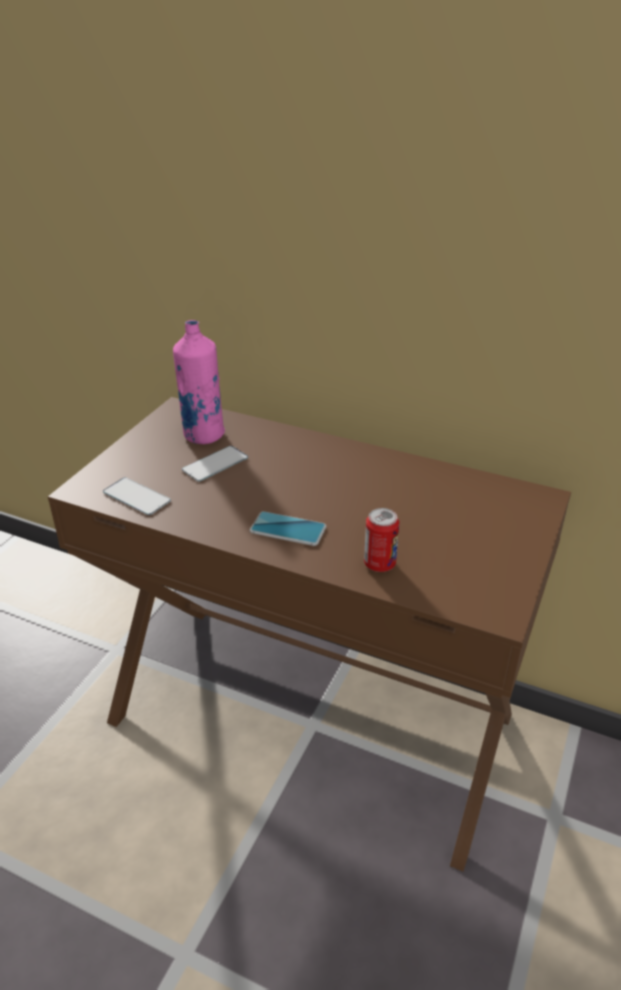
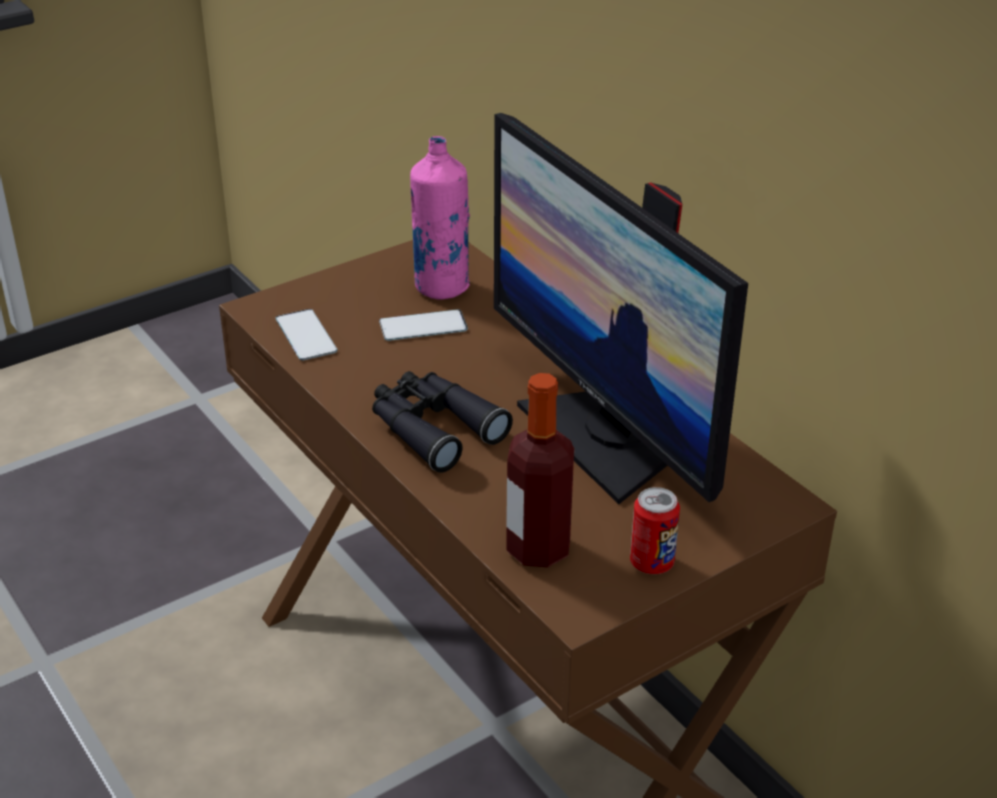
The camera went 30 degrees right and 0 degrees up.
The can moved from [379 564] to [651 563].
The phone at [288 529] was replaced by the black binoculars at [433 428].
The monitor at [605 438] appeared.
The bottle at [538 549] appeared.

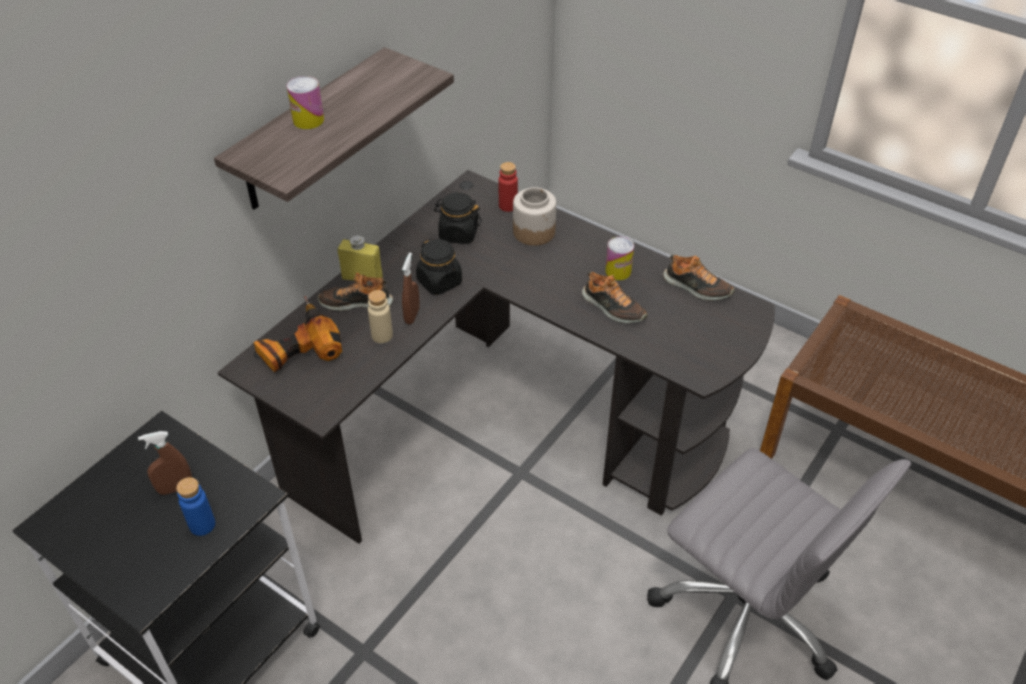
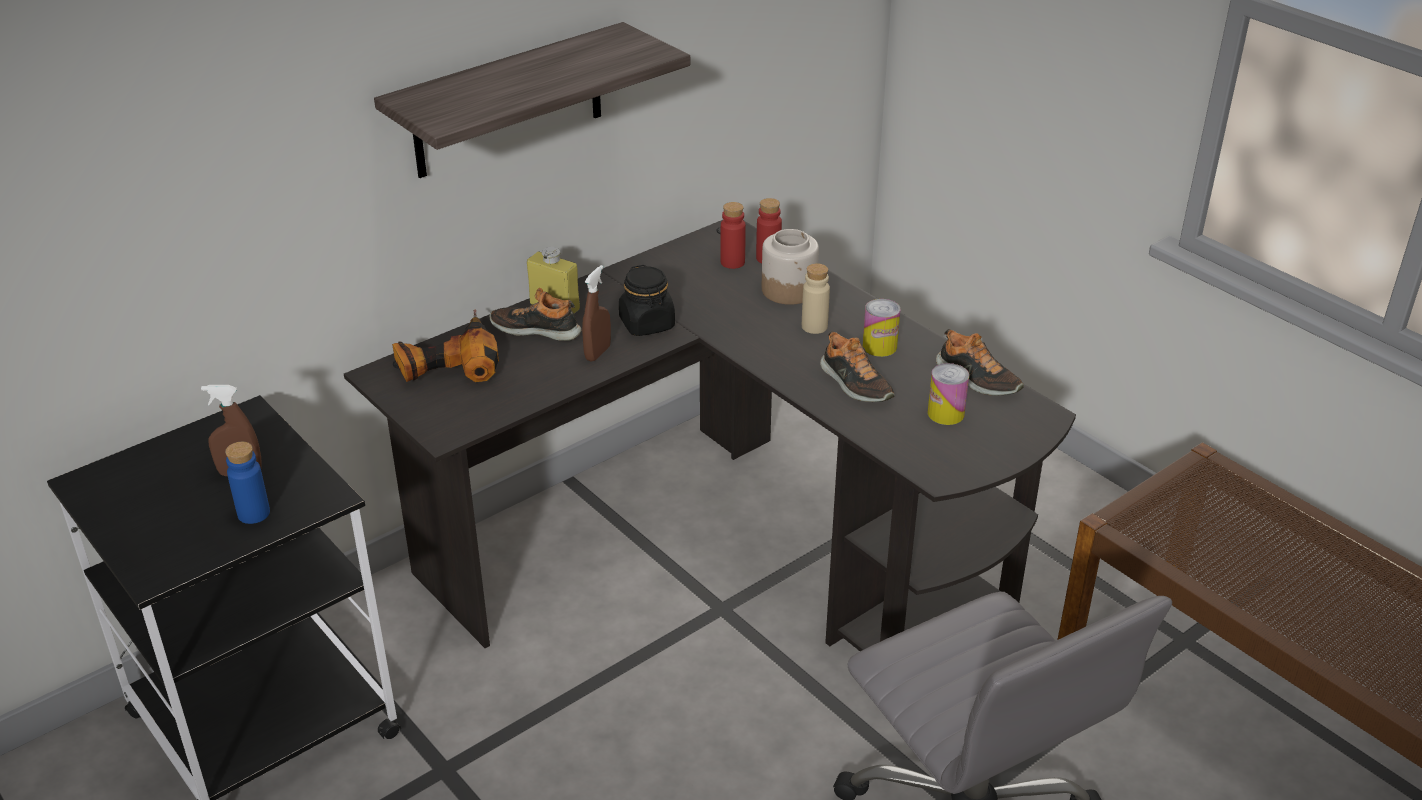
The camera went 15 degrees right and 10 degrees down.
The can moved from [308 120] to [945 414].
The black jar at [458 234] disappeared.
The beige bottle moved from [382 335] to [814 326].
The red bottle at [732 262] appeared.

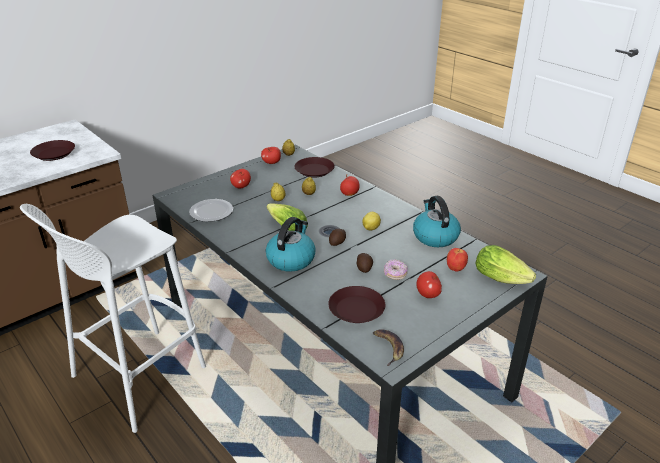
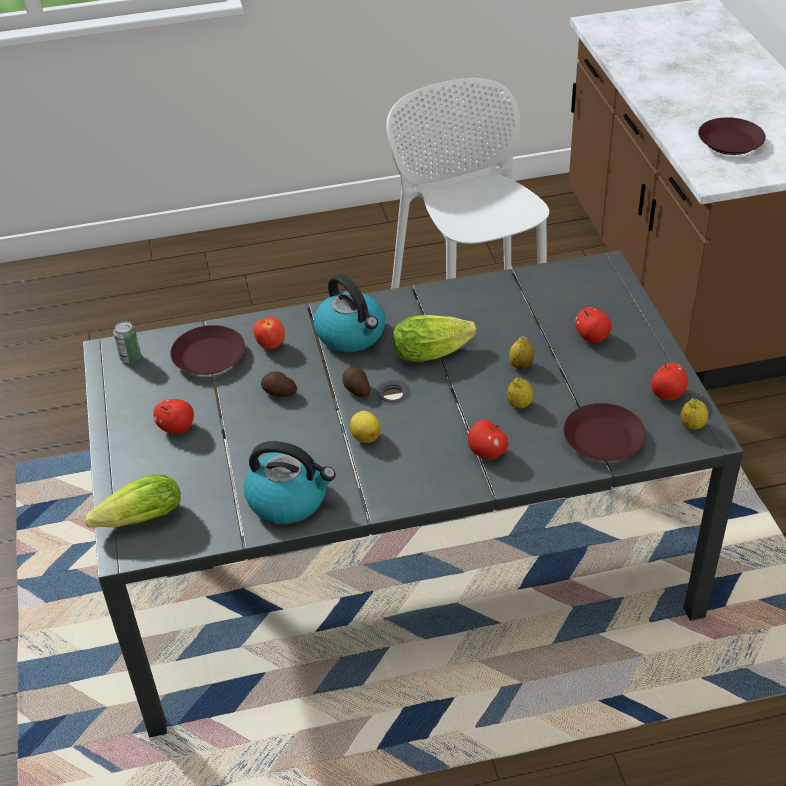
The camera went 120 degrees right and 10 degrees up.
The plate at [212 212] disappeared.
The apple moved from [455 269] to [271 345].
The donut at [395 274] disappeared.
The banana at [388 347] was replaced by the can at [130 357].

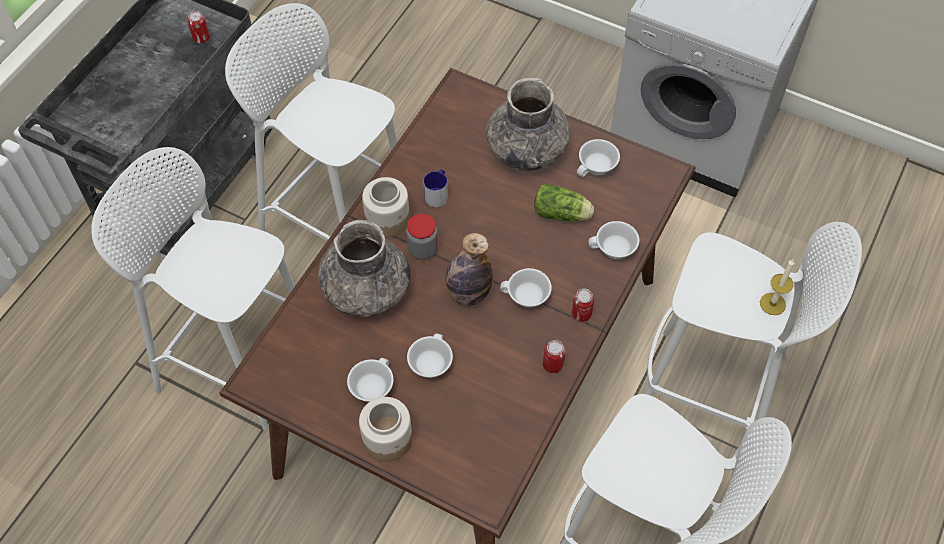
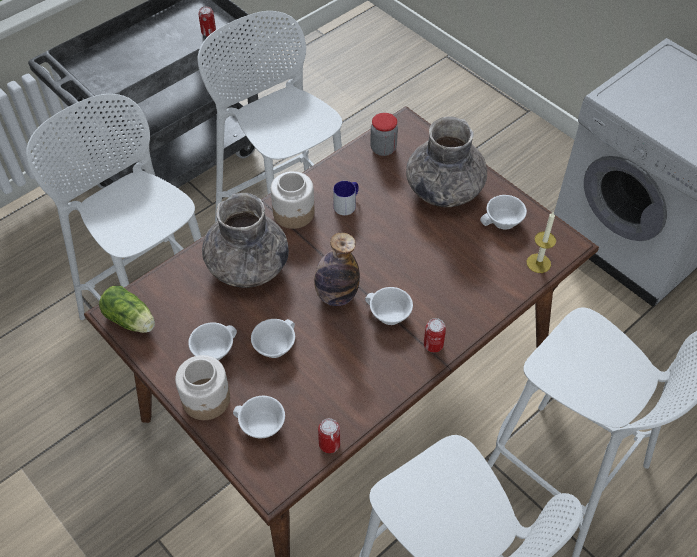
The camera went 20 degrees right and 5 degrees down.
The lettuce moved from [563 214] to [132 321].
The jar moved from [423 249] to [383 148].
The white cup moved from [614 250] to [260 426].
The candle moved from [772 304] to [538 263].
The can moved from [552 365] to [329 444].

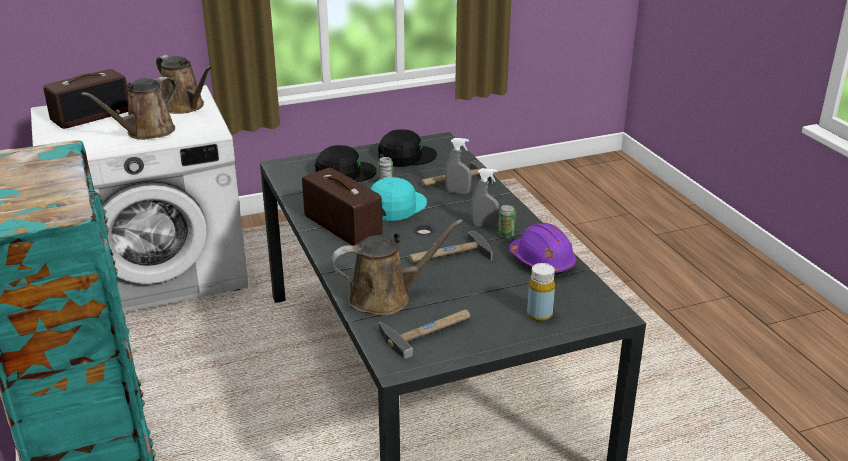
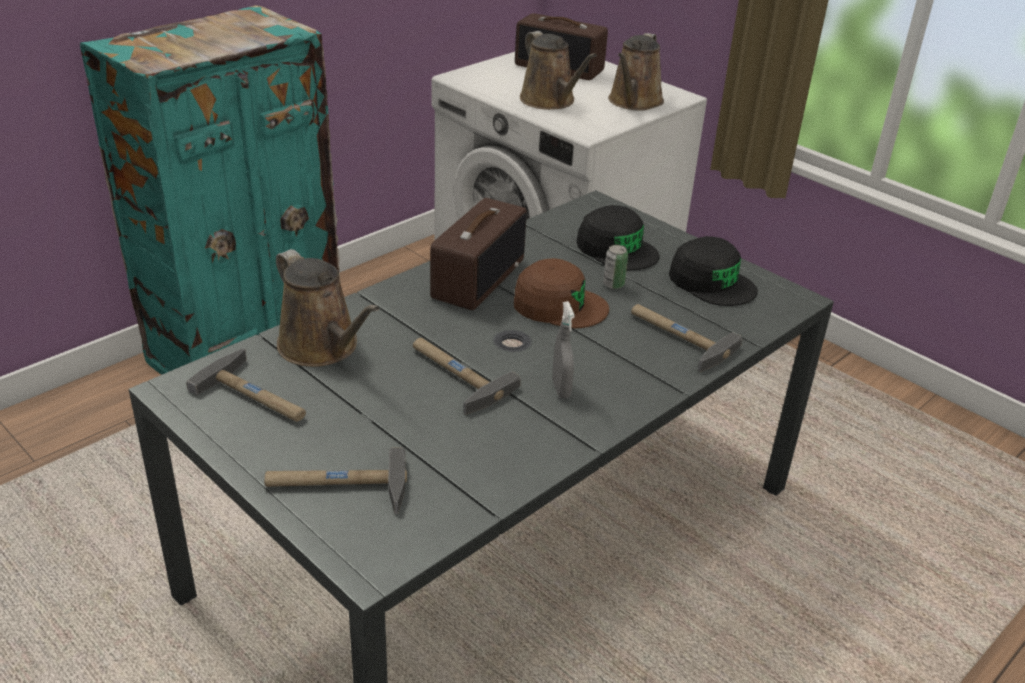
The camera went 65 degrees right and 5 degrees up.
The brown watering can at [146 132] turned 135 degrees counterclockwise.
The grey spray bottle at [458 192] disappeared.
The turquoise cap at [396 206] became the brown cap at [559 305].
The can at [506 235] disappeared.
The purple hard hat at [542 261] disappeared.
The yellow bottle at [539 315] was replaced by the hammer at [336 486].

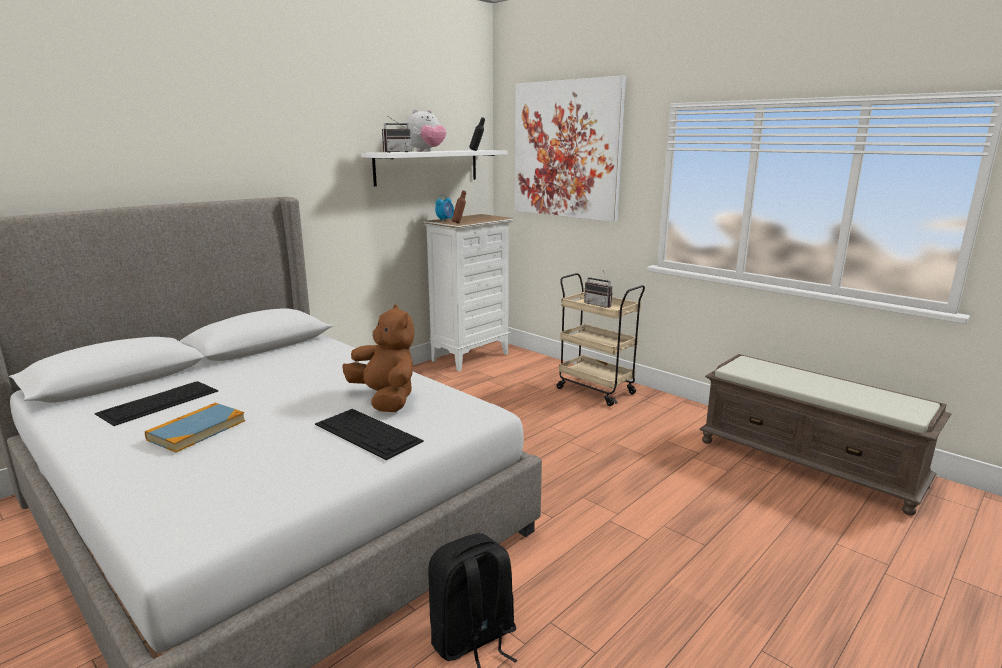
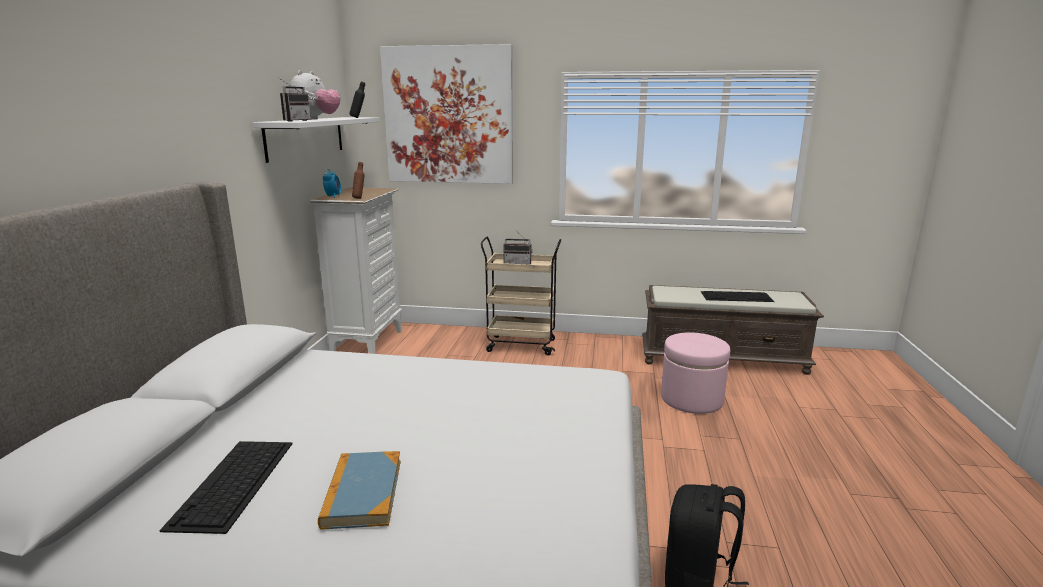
The camera went 35 degrees left and 0 degrees up.
The brown plush toy at [385 399] disappeared.
The keyboard moved from [369 433] to [737 296].
The pink ottoman at [691 399] appeared.

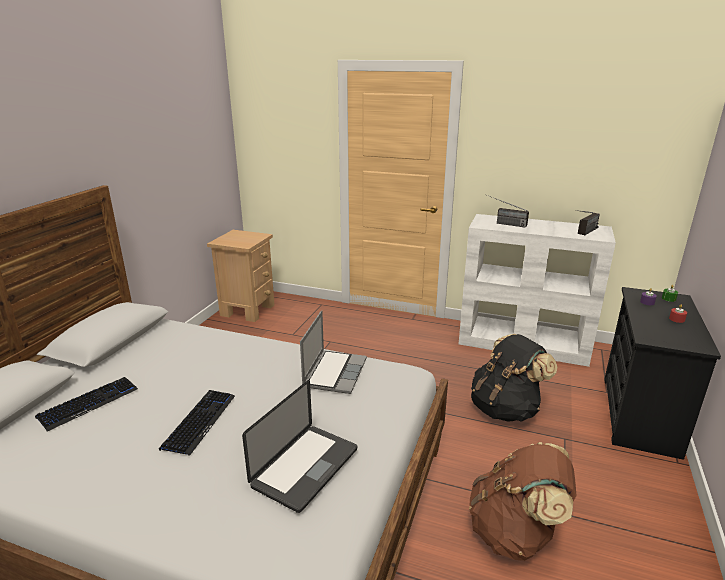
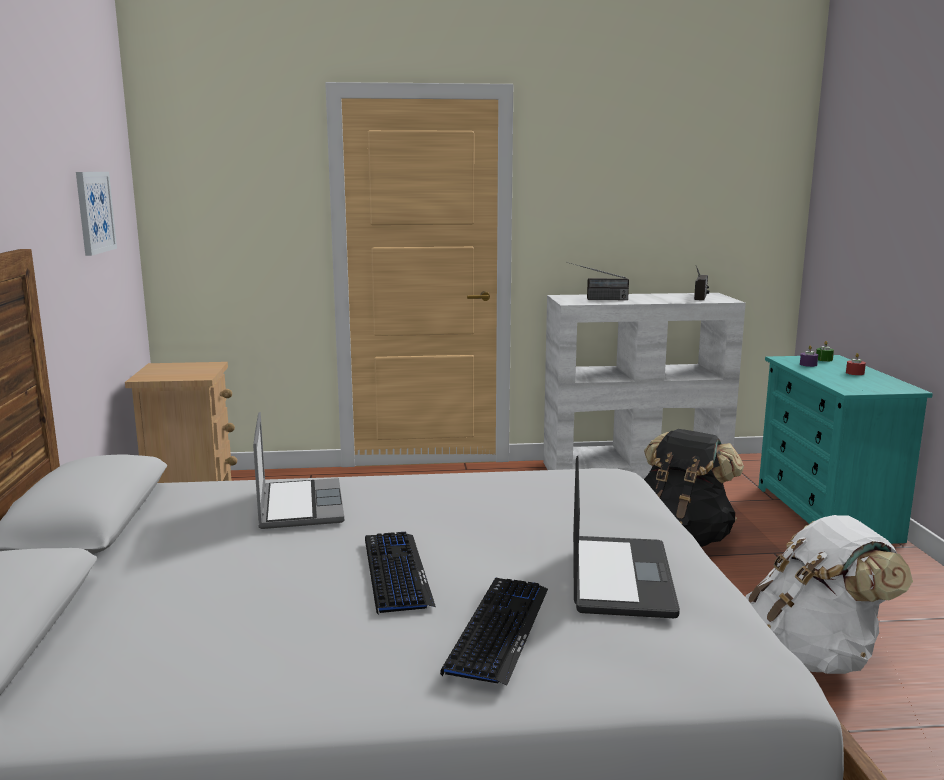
The camera went 25 degrees left and 10 degrees down.
The black dresser at [639 415] became the turquoise dresser at [826 513].
The laptop moved from [334 372] to [299 505].
The keyboard moved from [89 403] to [498 630].
The brown backpack at [515 533] became the white backpack at [813 656].
The picture at [94 212] appeared.

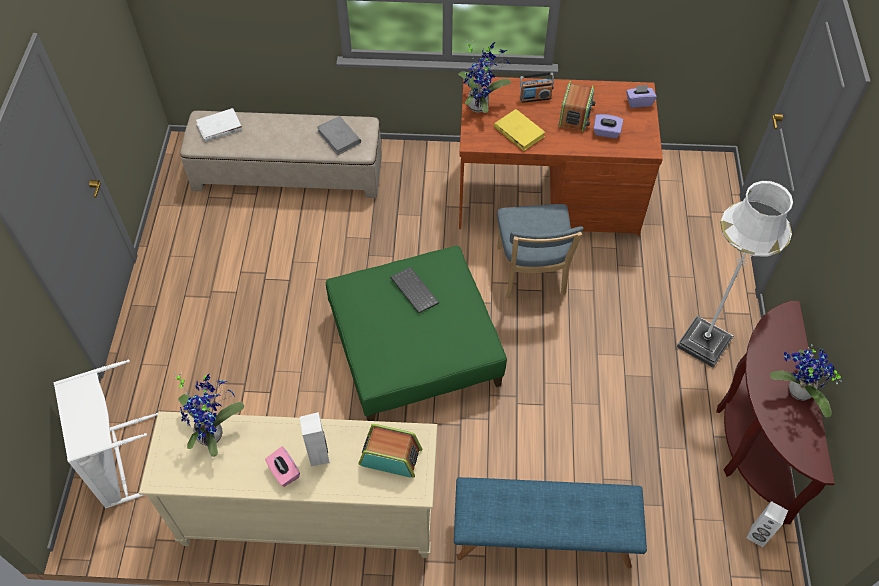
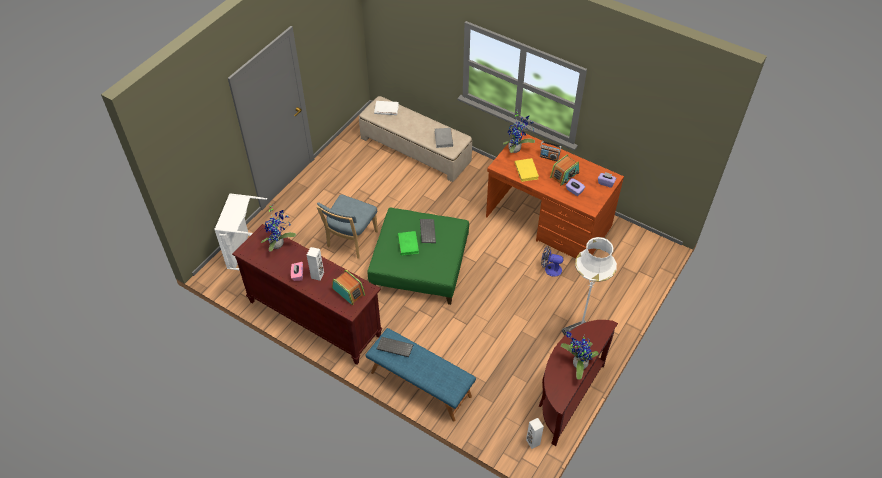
The camera went 30 degrees right and 5 degrees down.
The blue chair moved from [531 274] to [350 241].
The beige dresser at [309 516] became the red dresser at [314 318].
The green book at [408 244] appeared.
The fan at [550 269] appeared.
The keyboard at [394 348] appeared.

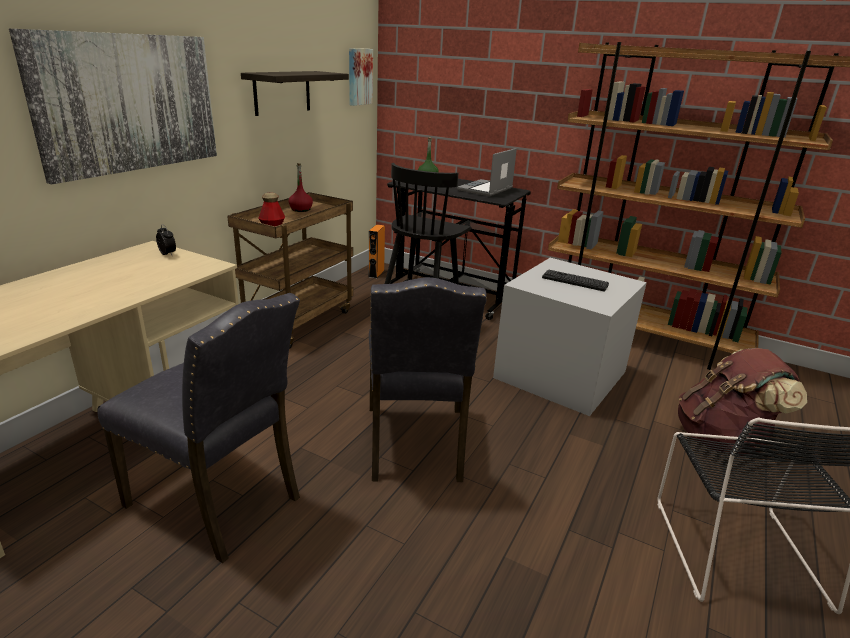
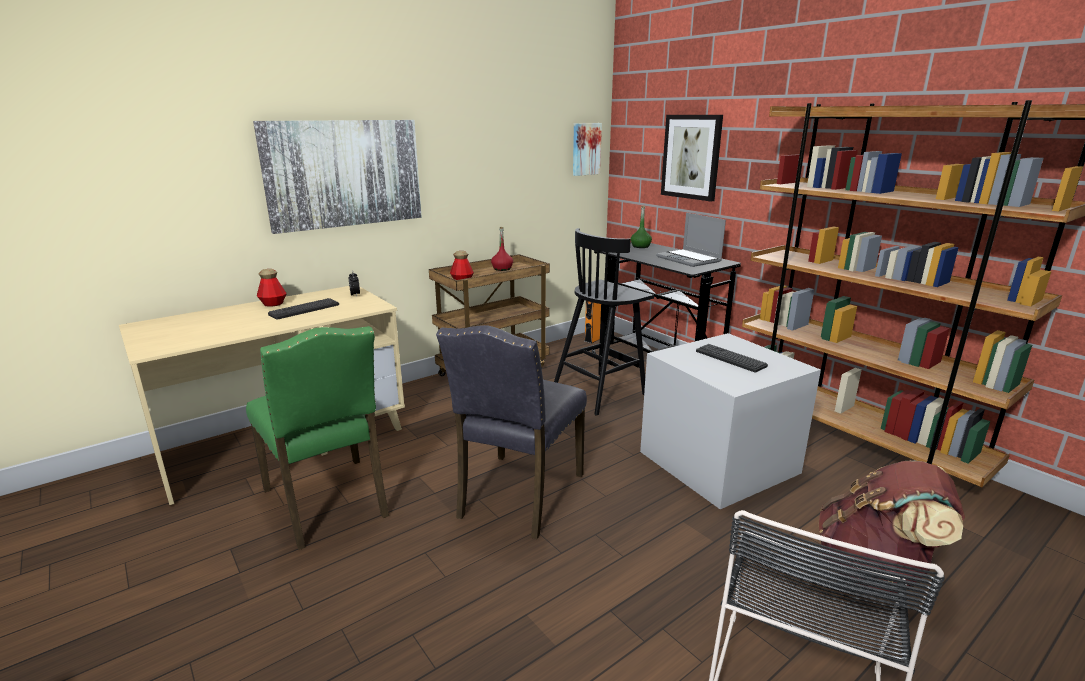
The camera went 25 degrees right and 5 degrees down.
The shelf at [282 92] disappeared.
The laptop at [485 189] turned 90 degrees counterclockwise.
The grey chair at [219 501] became the green chair at [329 503].
The picture at [691 157] appeared.
The bottle at [273 304] appeared.
The keyboard at [304 309] appeared.

